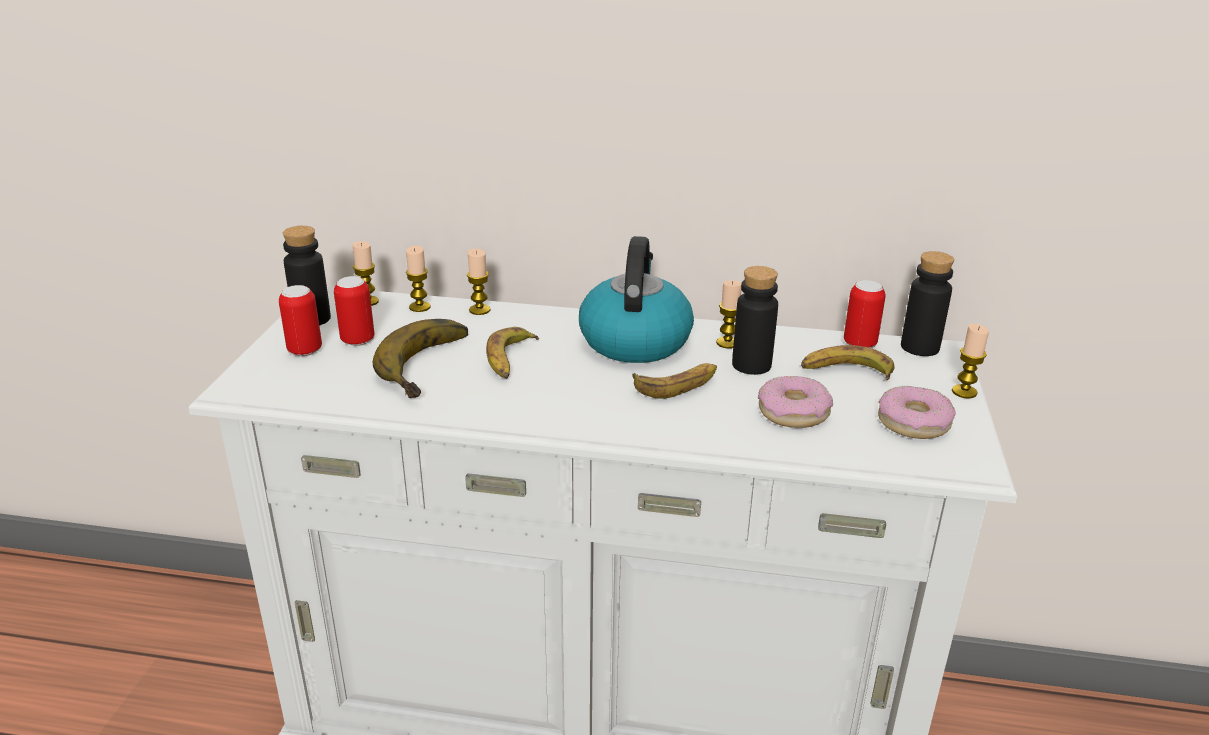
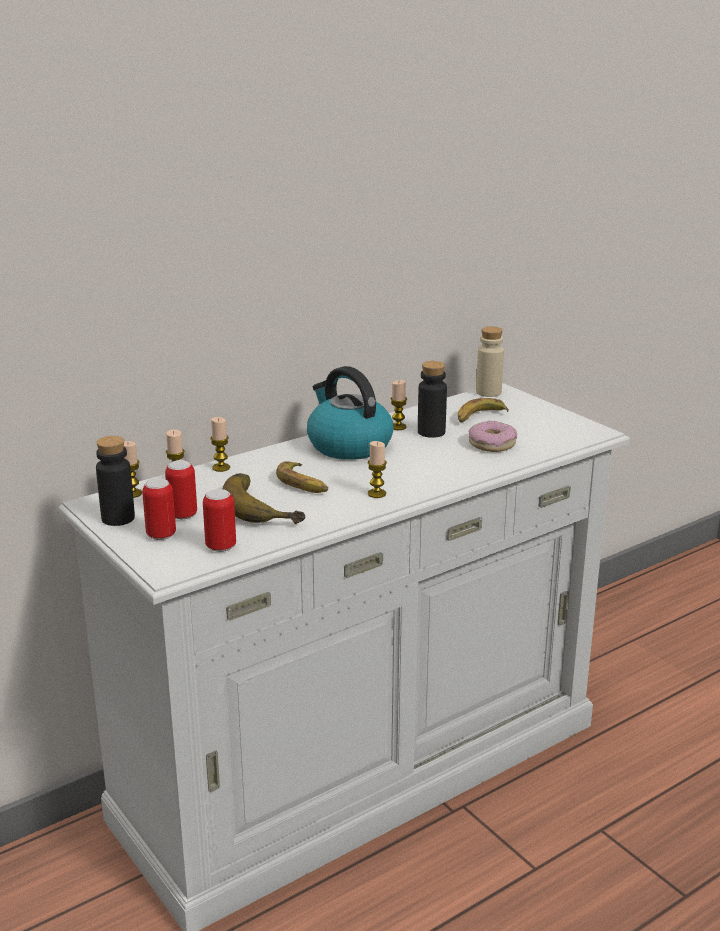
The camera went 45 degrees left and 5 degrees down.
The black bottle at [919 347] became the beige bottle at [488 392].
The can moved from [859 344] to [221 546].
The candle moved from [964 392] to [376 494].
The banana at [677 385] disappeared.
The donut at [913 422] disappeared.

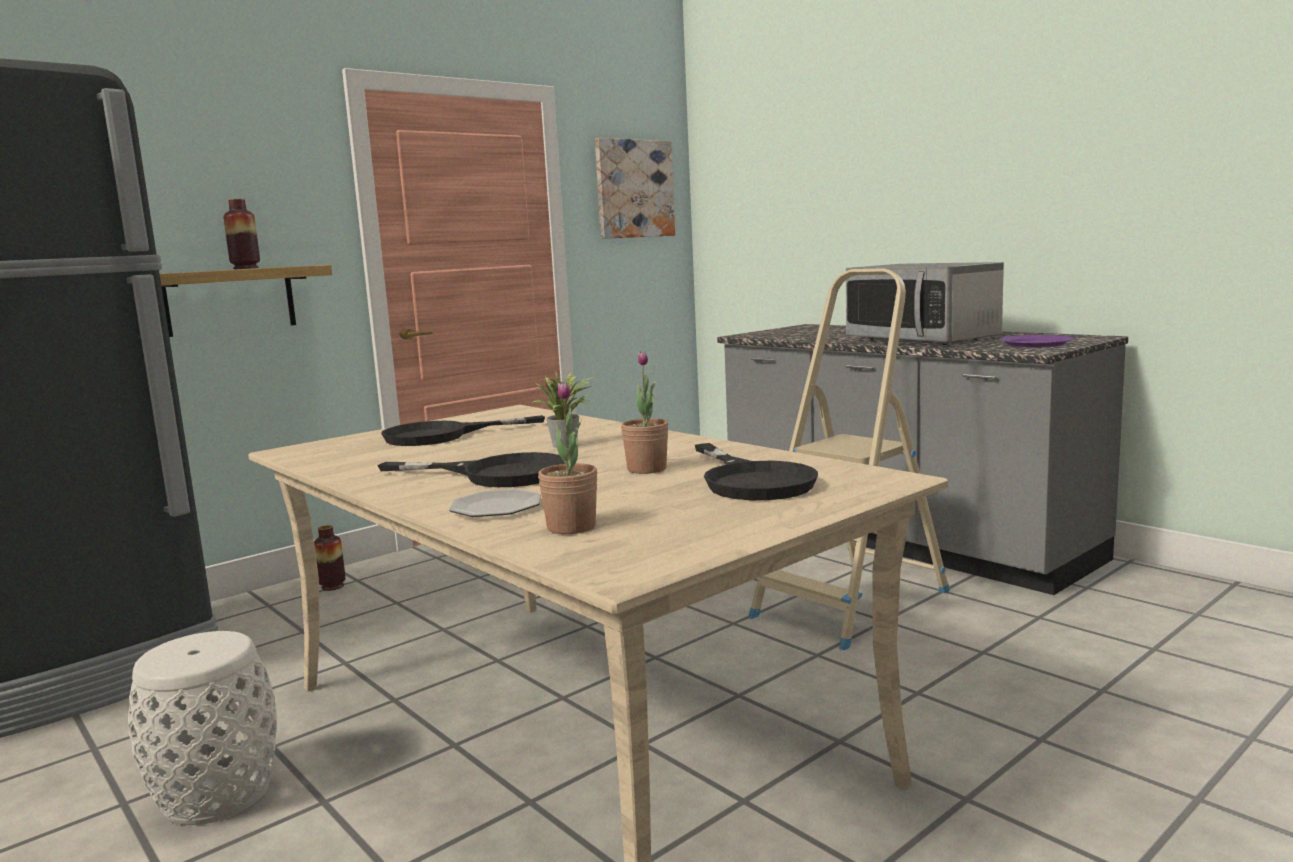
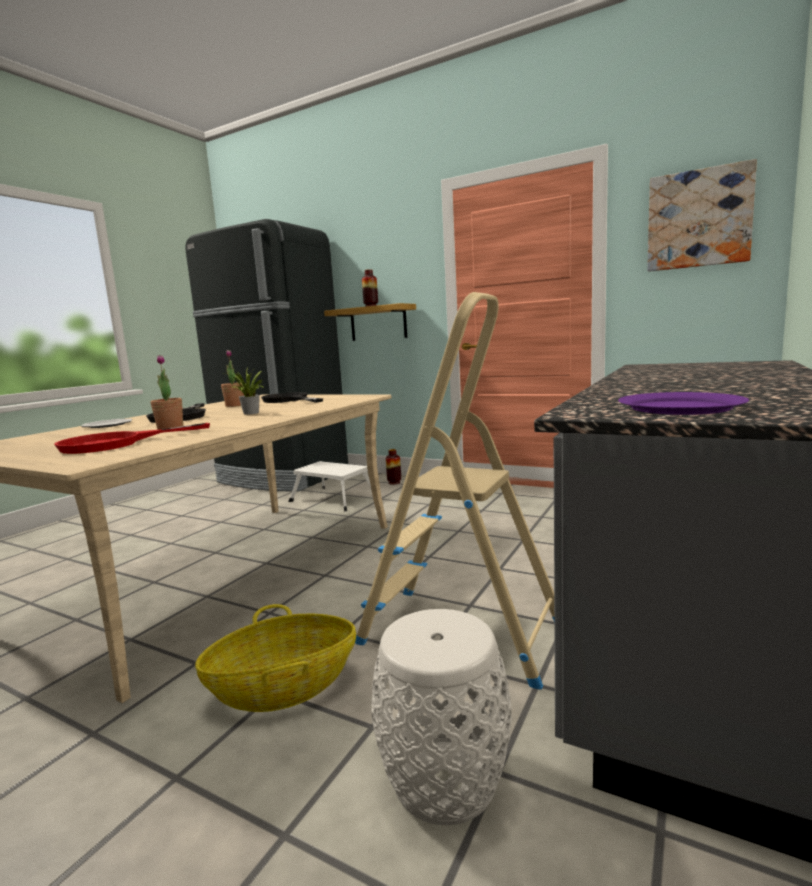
The camera went 70 degrees right and 0 degrees up.
The microwave at [922 339] disappeared.
The potted plant moved from [571 527] to [235 405].
The black frying pan at [752 480] became the red frying pan at [116 443].
The white stool moved from [216 796] to [444 780].
The white step ladder at [334 498] appeared.
The basket at [284 687] appeared.

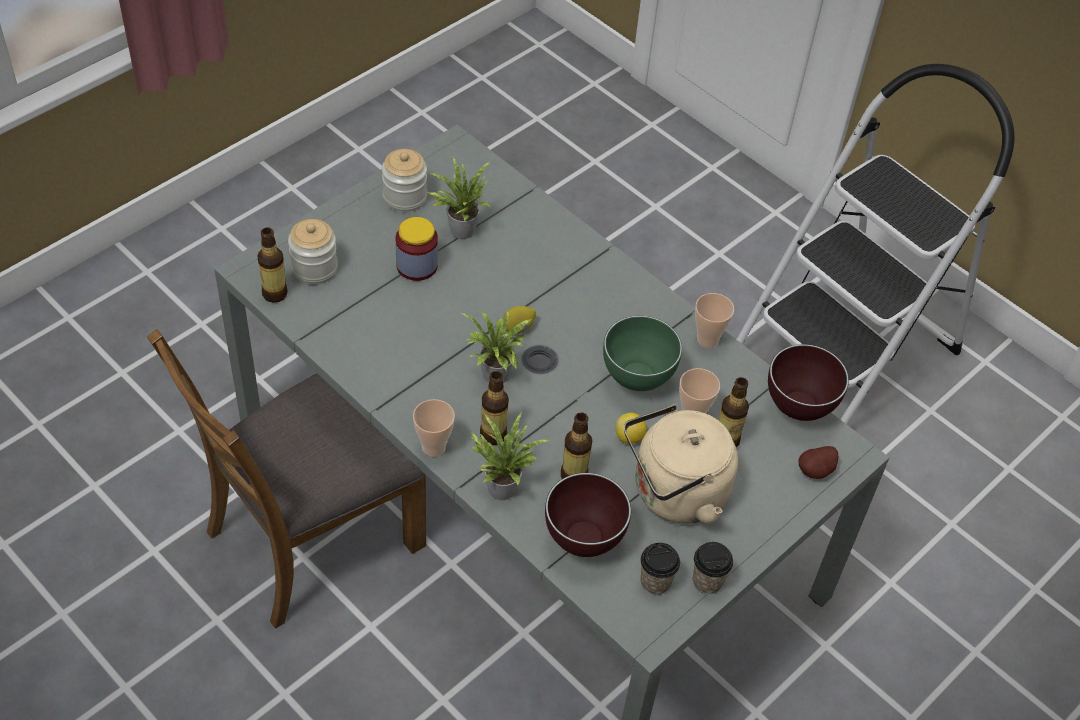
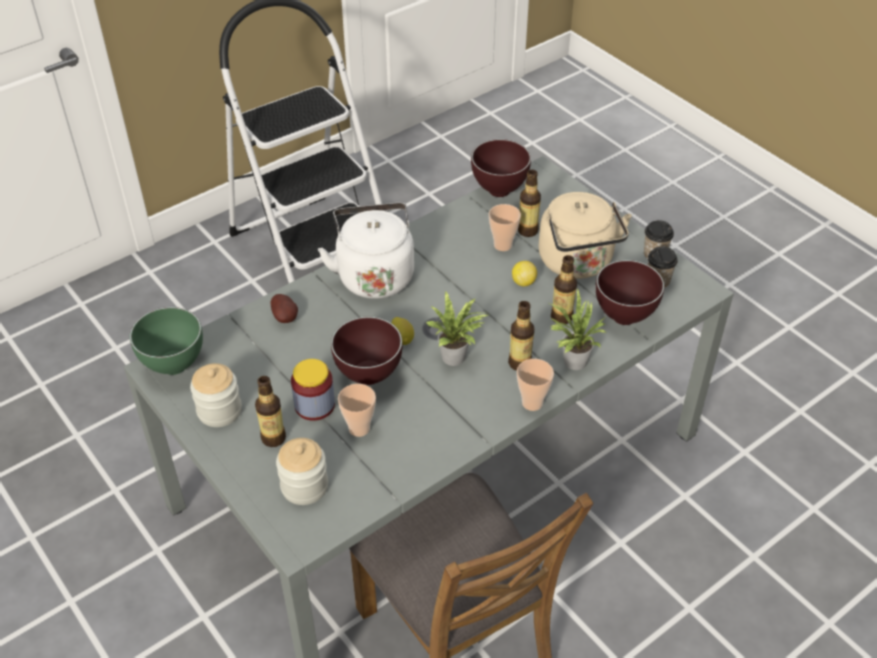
The camera went 80 degrees left and 5 degrees down.
The potted plant at [459 228] disappeared.
The bottle moved from [274 294] to [273 438].
The cup moved from [707 339] to [359 428].
The green bowl moved from [637 382] to [176 366].
The potato moved from [817 472] to [286 318].
The white kettle at [374 275] appeared.
The brown bowl at [370 375] appeared.

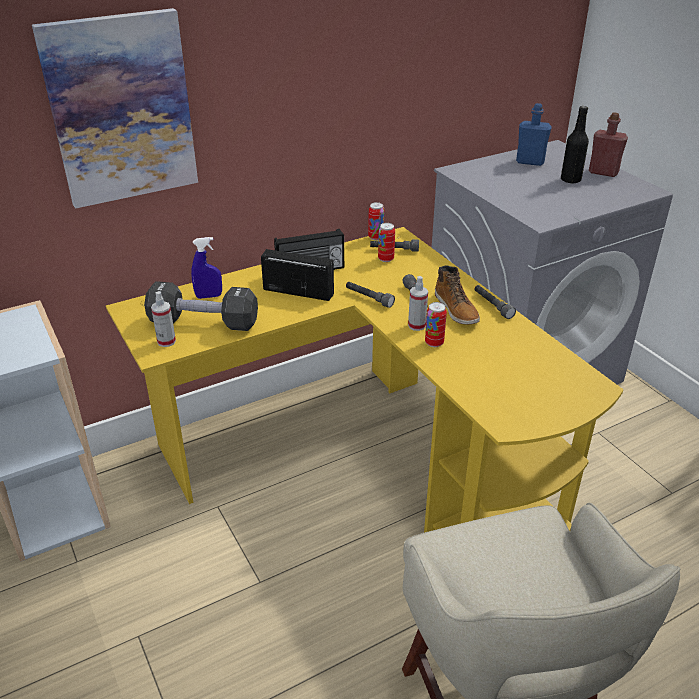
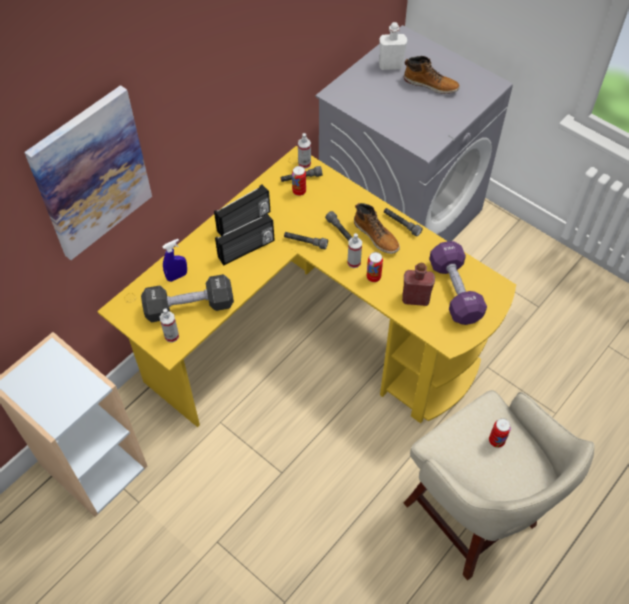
The camera went 20 degrees left and 20 degrees up.
The blue bottle at [530 162] became the white bottle at [391 65].
The black bottle at [570 180] was replaced by the boot at [431 84].
The red bottle moved from [603 172] to [415 299].
The can moved from [375 237] to [496 441].
The radio at [298 291] turned 150 degrees clockwise.
The spray bottle at [304 164] appeared.
The purple dumbbell at [455 291] appeared.

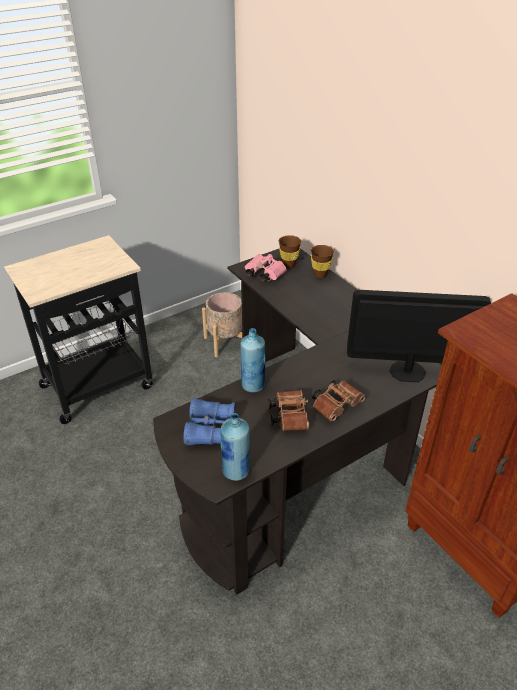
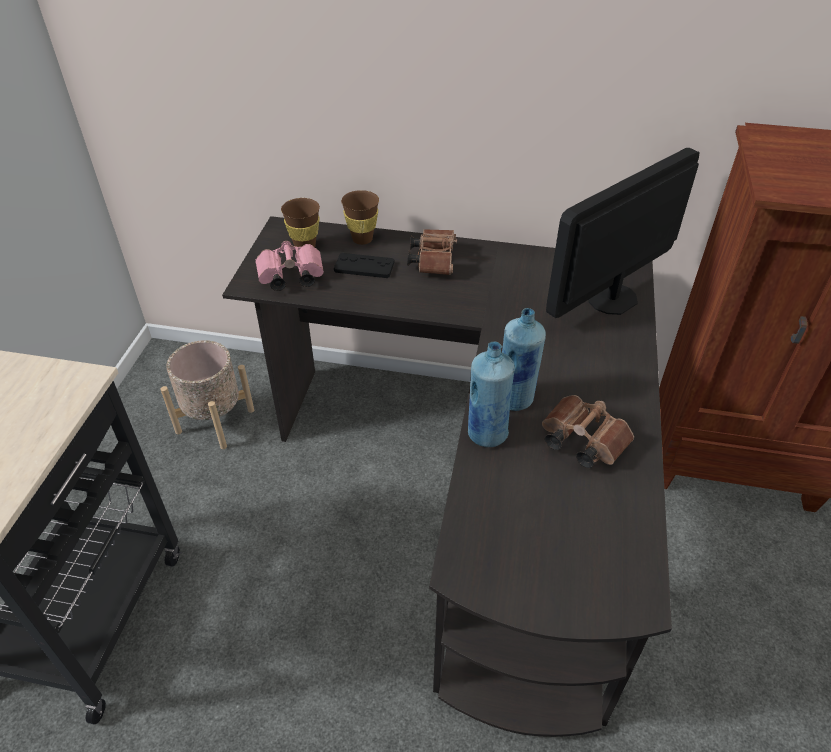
The camera went 45 degrees left and 5 degrees up.
The brown binoculars moved from [337 405] to [433 260].
The blue binoculars at [210 430] disappeared.
The blue bottle moved from [236 471] to [515 399].
The black game controller at [364 267] appeared.

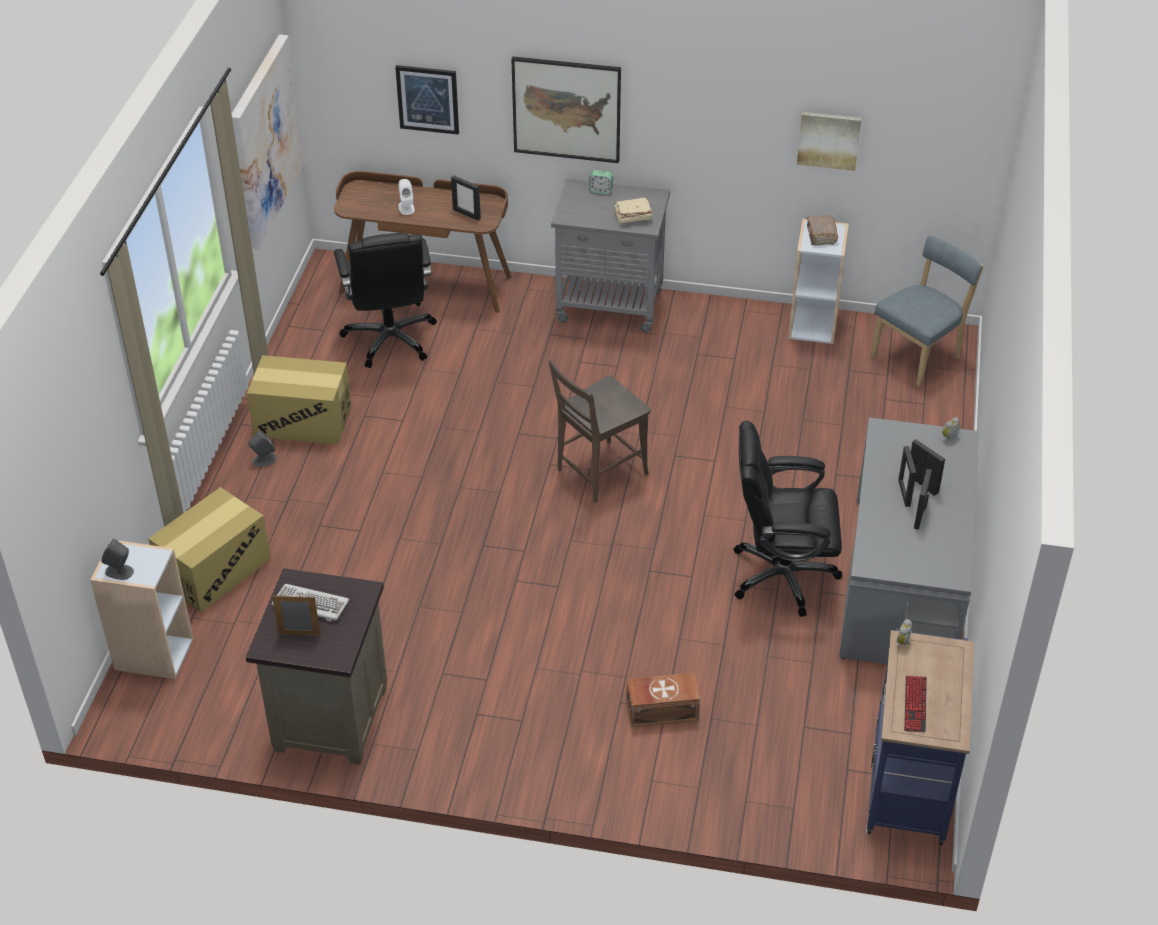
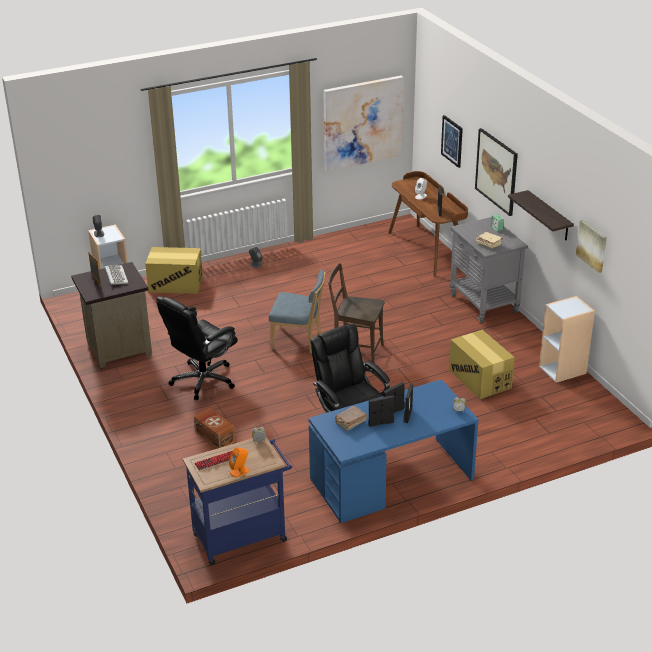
The camera went 55 degrees right and 10 degrees down.
The brown book moved from [821 236] to [350 422].
The black office chair moved from [390 338] to [203 380].
The blue chair moved from [919 356] to [299 341].
The cardboard box moved from [302 421] to [479 379].
The grey desk at [903 583] became the blue desk at [392 480].
The shelf at [549 216] appeared.
The orange speaker at [239 471] appeared.

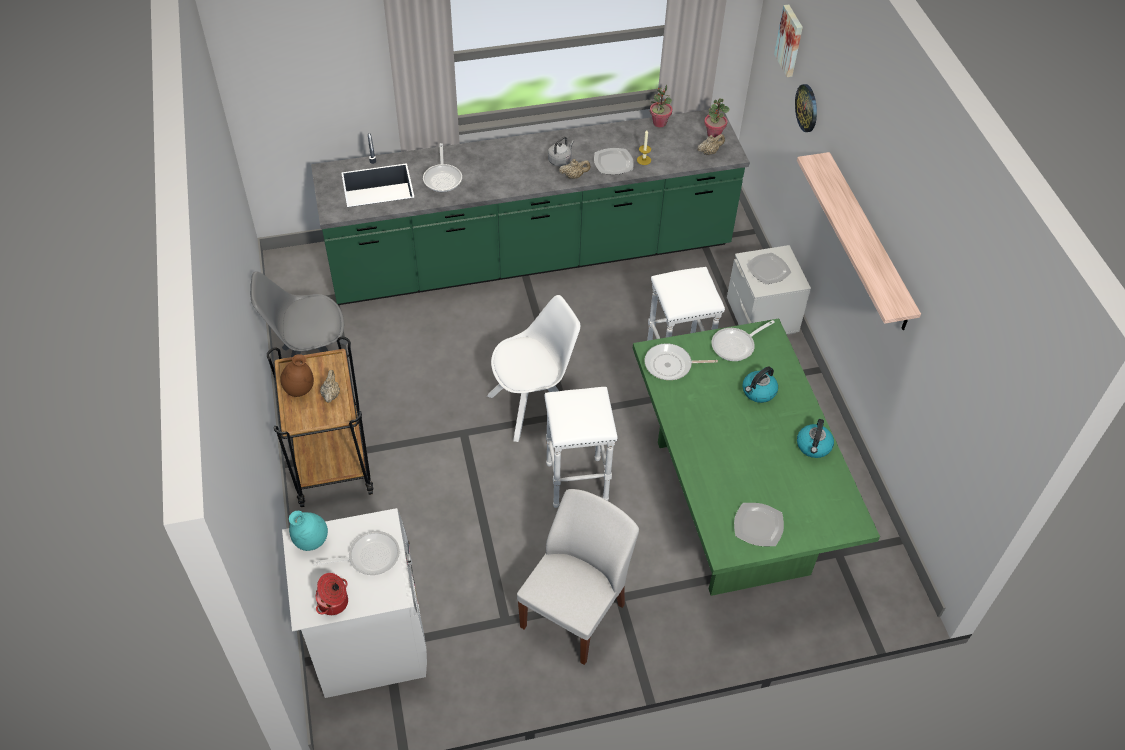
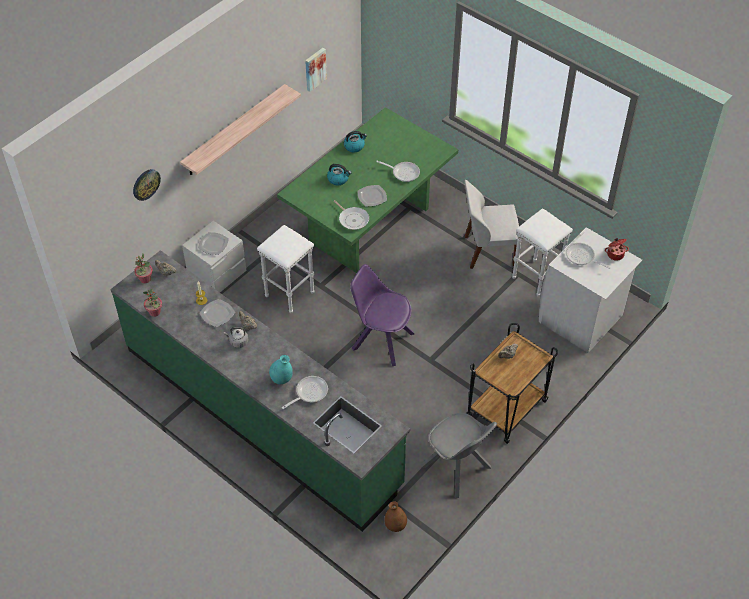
The camera went 125 degrees left and 0 degrees up.
The picture moved from [790 40] to [314 69].
The white chair at [533 405] became the purple chair at [381 340].
The frying pan moved from [736 345] to [403 172].
The brown vase moved from [299 390] to [395 525].
The white stool moved from [575 481] to [536 278].
The plate moved from [758 525] to [371 196].
The turquoise vase moved from [311 541] to [281 379].

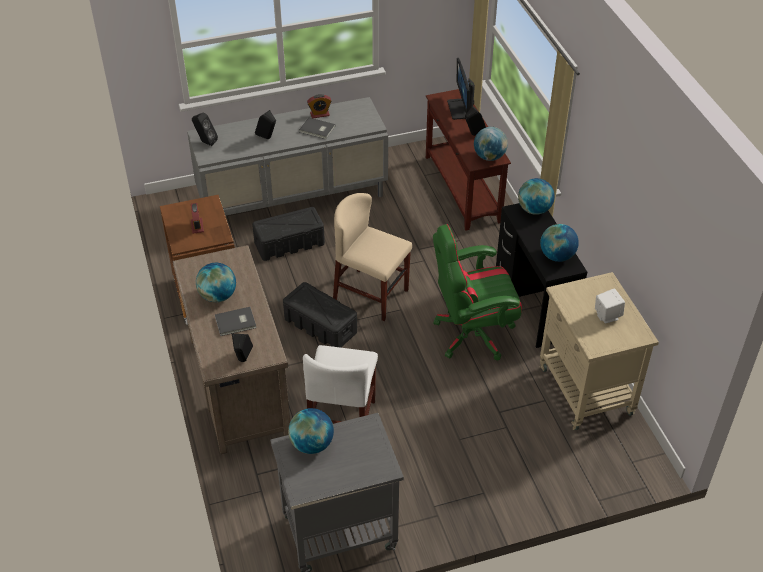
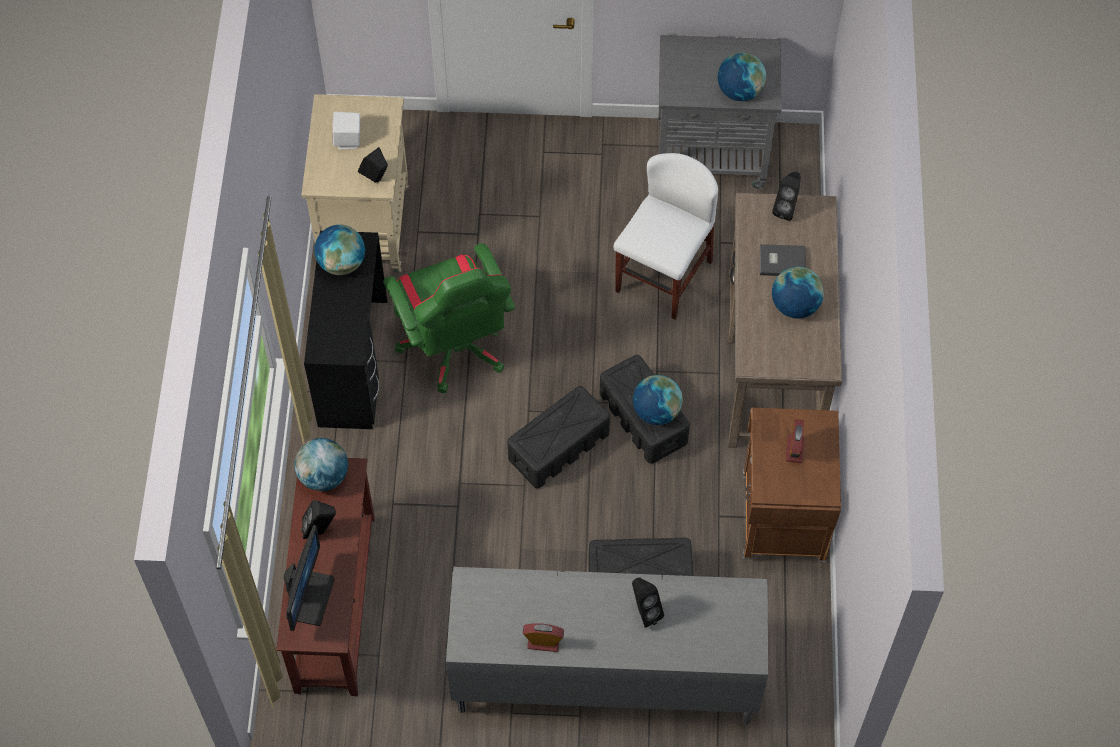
The camera went 160 degrees left and 15 degrees up.
The black speaker moved from [205 142] to [376 180].
The grey book at [317 130] disappeared.
The globe moved from [534 210] to [656 411].
The beige chair at [371 295] was replaced by the black storage box at [558 446].
The green office chair at [473 333] turned 60 degrees clockwise.

